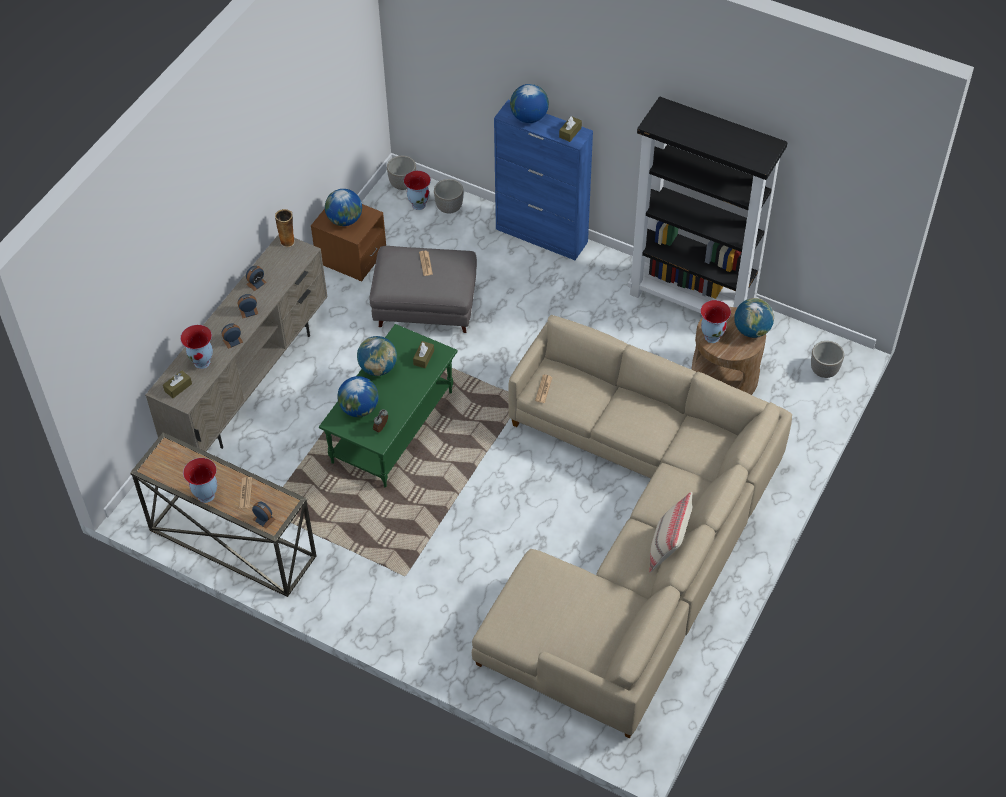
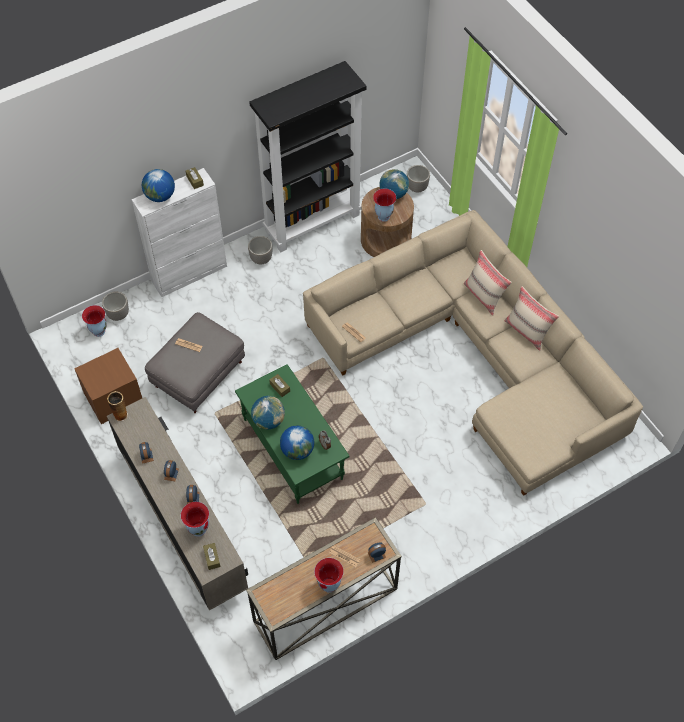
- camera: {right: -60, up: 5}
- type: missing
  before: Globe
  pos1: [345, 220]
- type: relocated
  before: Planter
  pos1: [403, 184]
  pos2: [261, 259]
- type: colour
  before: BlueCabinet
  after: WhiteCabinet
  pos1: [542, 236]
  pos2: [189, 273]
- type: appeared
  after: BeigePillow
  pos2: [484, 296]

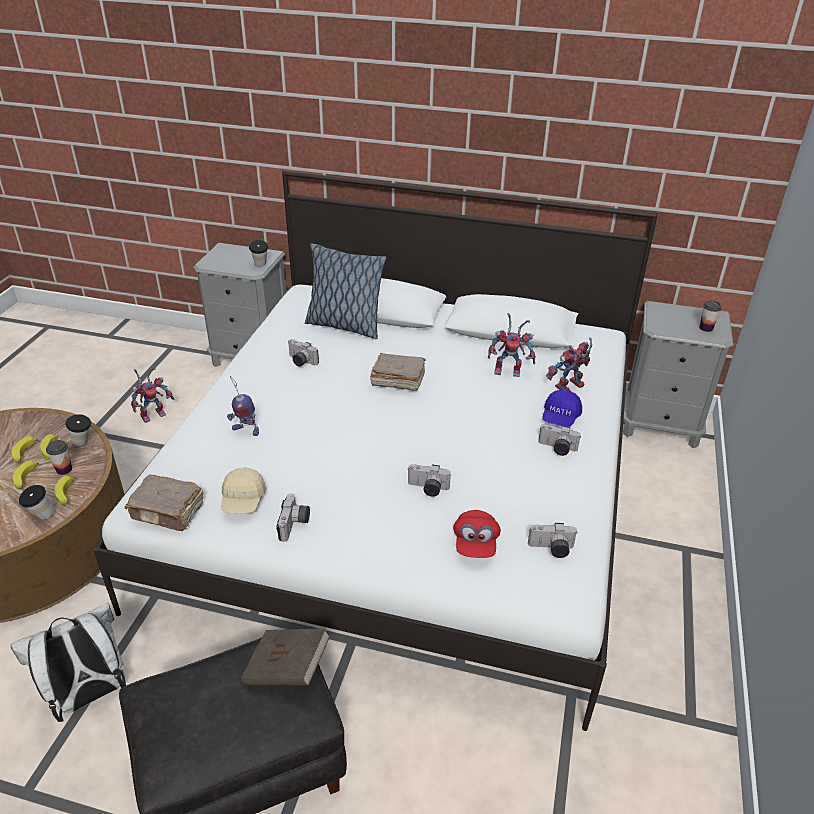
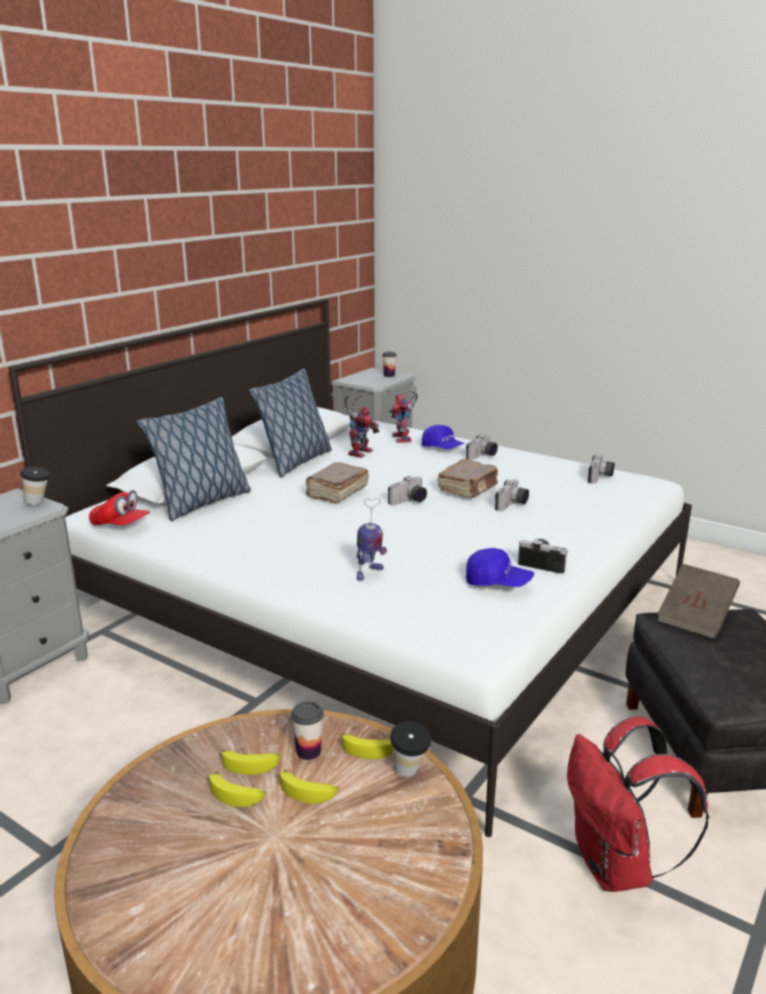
- camera: {right: -70, up: -15}
- type: colour
  before: WhiteBackpack
  after: RedBackpack
  pos1: [90, 695]
  pos2: [617, 867]
- type: missing
  before: Cup
  pos1: [84, 443]
- type: relocated
  before: BrownBook
  pos1: [168, 512]
  pos2: [468, 489]
- type: missing
  before: ToyRobot
  pos1: [154, 413]
- type: colour
  before: BeigeCap
  after: BlueCap
  pos1: [243, 500]
  pos2: [498, 582]
- type: relocated
  before: PhotoCamera
  pos1: [300, 361]
  pos2: [409, 501]
- type: relocated
  before: RedCap
  pos1: [475, 544]
  pos2: [121, 525]
- type: appeared
  after: Pillow
  pos2: [295, 462]

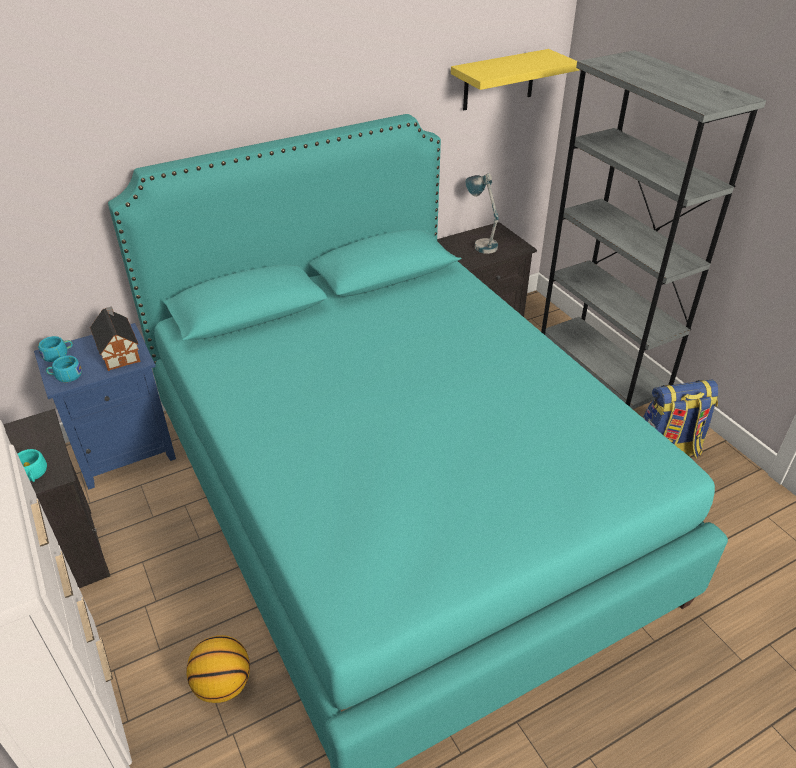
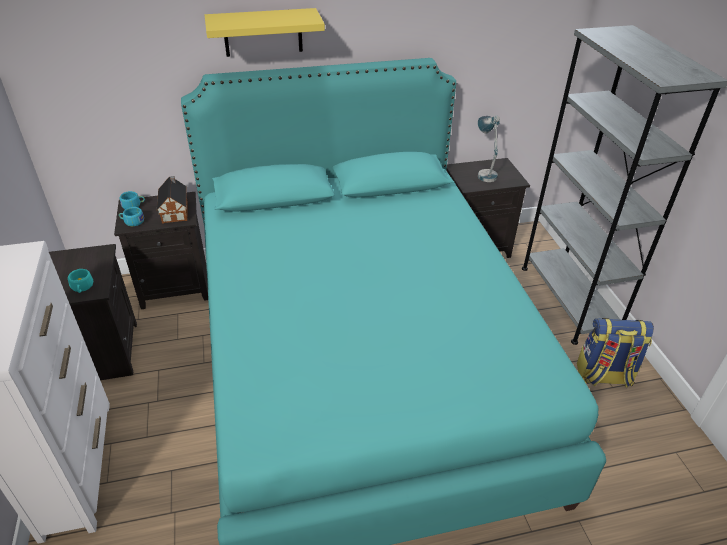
- camera: {right: 15, up: 0}
- type: colour
  before: BlueNightstand
  after: BlackNightstand
  pos1: [126, 451]
  pos2: [176, 286]
- type: missing
  before: Basketball
  pos1: [222, 684]
- type: relocated
  before: YellowShelf
  pos1: [499, 80]
  pos2: [263, 32]

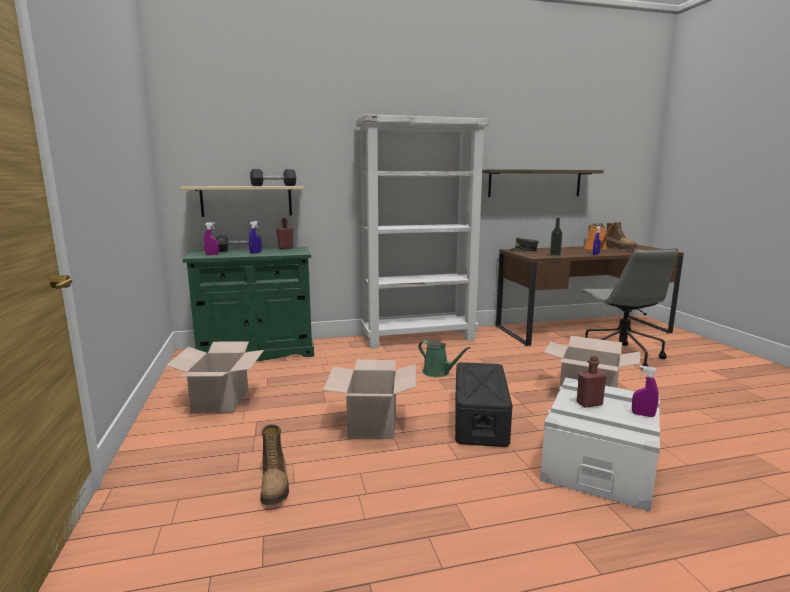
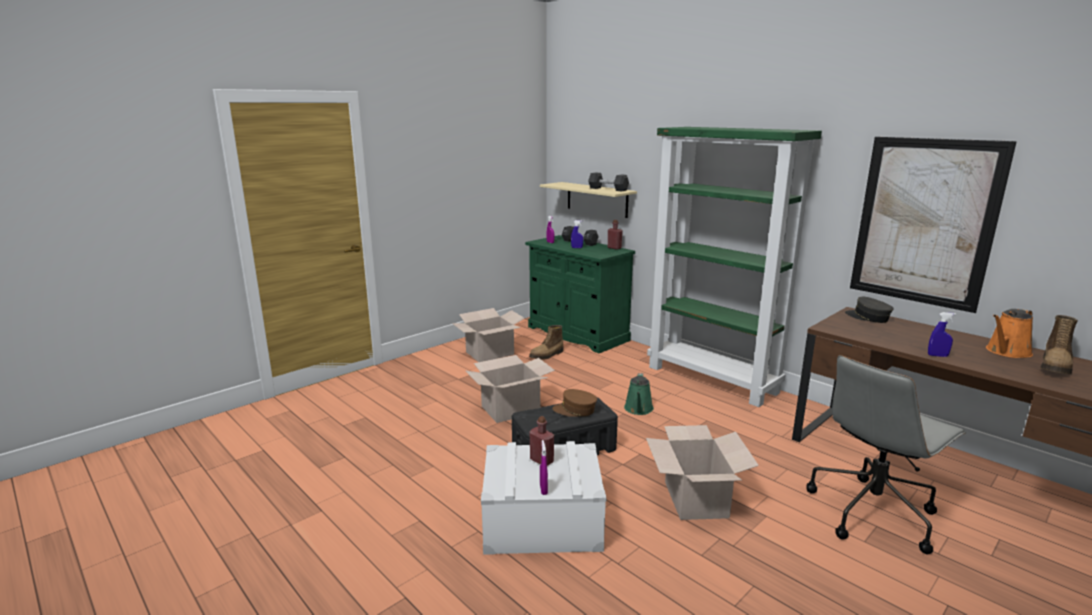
- camera: {right: 60, up: 5}
- type: relocated
  before: Boot
  pos1: [275, 485]
  pos2: [547, 355]
- type: colour
  before: WhiteBookcase
  after: GreenBookcase
  pos1: [419, 338]
  pos2: [713, 379]
- type: exchanged
  before: Shelf
  after: Picture
  pos1: [535, 183]
  pos2: [924, 222]
- type: missing
  before: Bottle
  pos1: [555, 256]
- type: appeared
  after: BrownCap
  pos2: [575, 410]

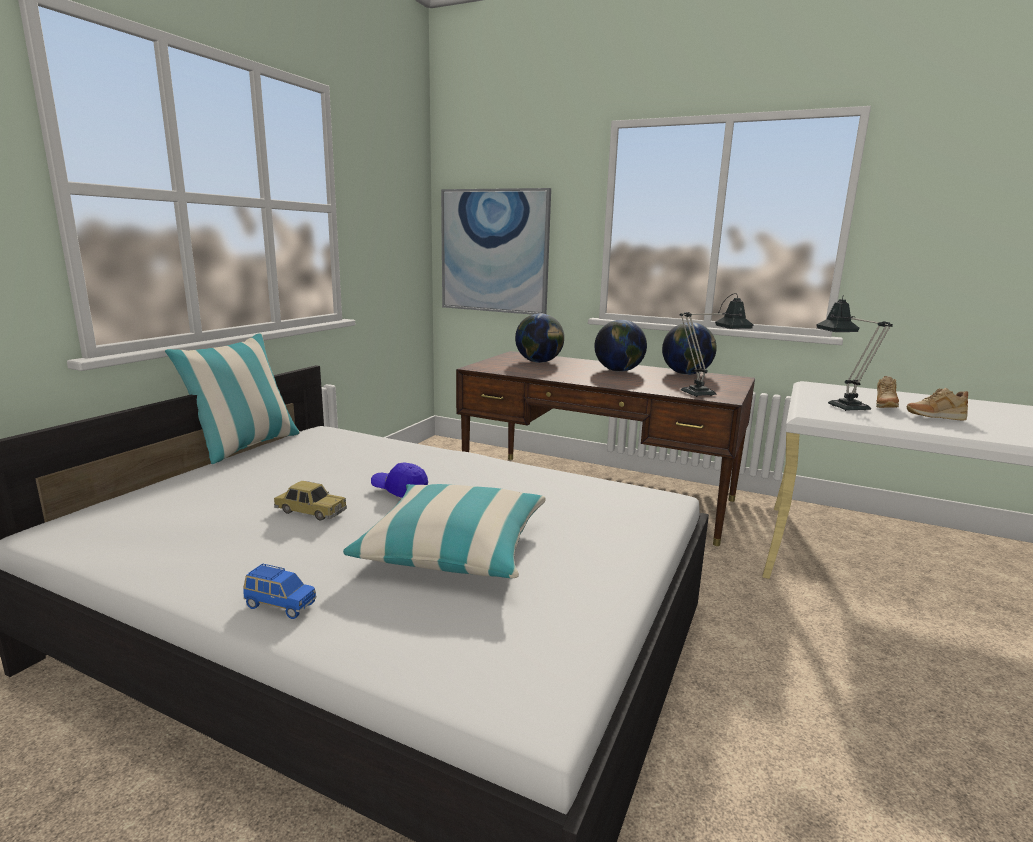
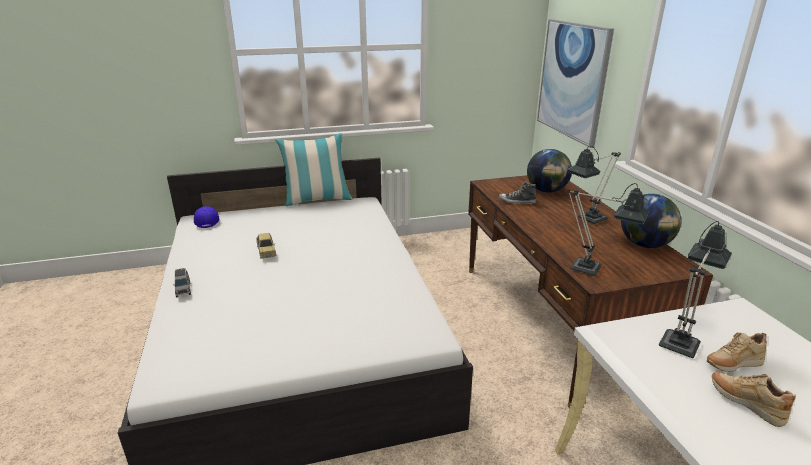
- camera: {right: 50, up: 10}
- type: colour
  before: BlueToyCar
  after: GreyToyCar
  pos1: [280, 605]
  pos2: [183, 289]
- type: missing
  before: Pillow
  pos1: [454, 548]
- type: relocated
  before: BlueCap
  pos1: [400, 491]
  pos2: [207, 221]
- type: exchanged
  before: Globe
  after: TableLamp
  pos1: [618, 371]
  pos2: [588, 220]
- type: appeared
  after: Shoe
  pos2: [517, 202]

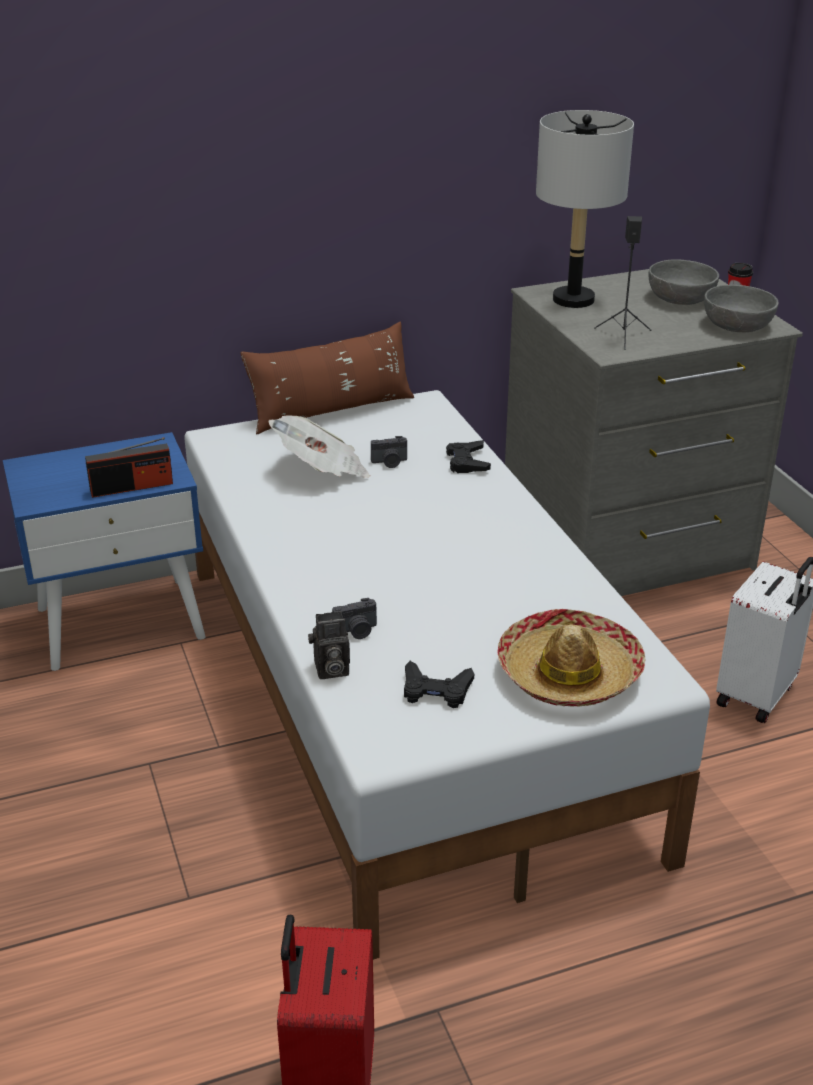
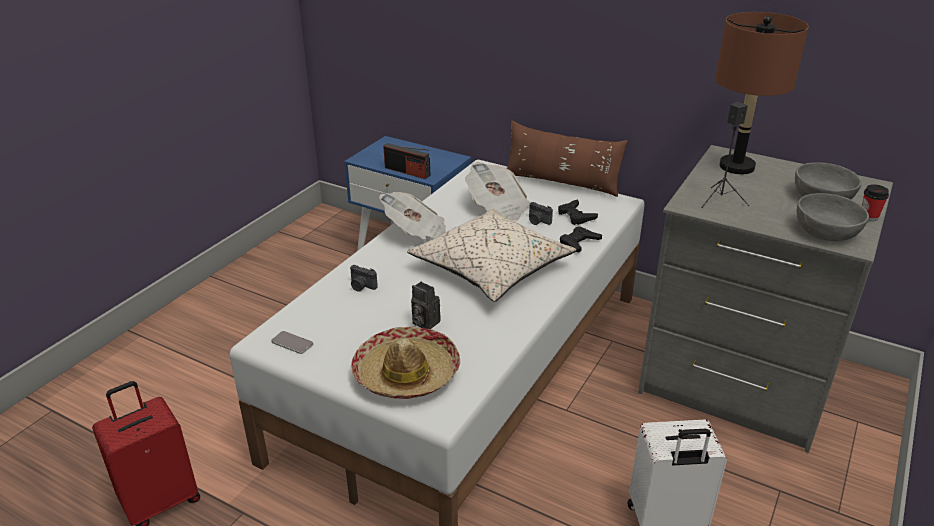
- camera: {right: 50, up: 0}
- type: relocated
  before: PhotoCamera
  pos1: [330, 670]
  pos2: [424, 322]
- type: relocated
  before: BlackGameController
  pos1: [436, 690]
  pos2: [575, 216]
- type: colour
  before: GreyTableLamp
  after: BrownTableLamp
  pos1: [574, 300]
  pos2: [737, 167]
- type: appeared
  after: Phone
  pos2: [292, 343]
- type: appeared
  after: Newspaper
  pos2: [417, 233]
- type: appeared
  after: BeigePillow
  pos2: [492, 268]

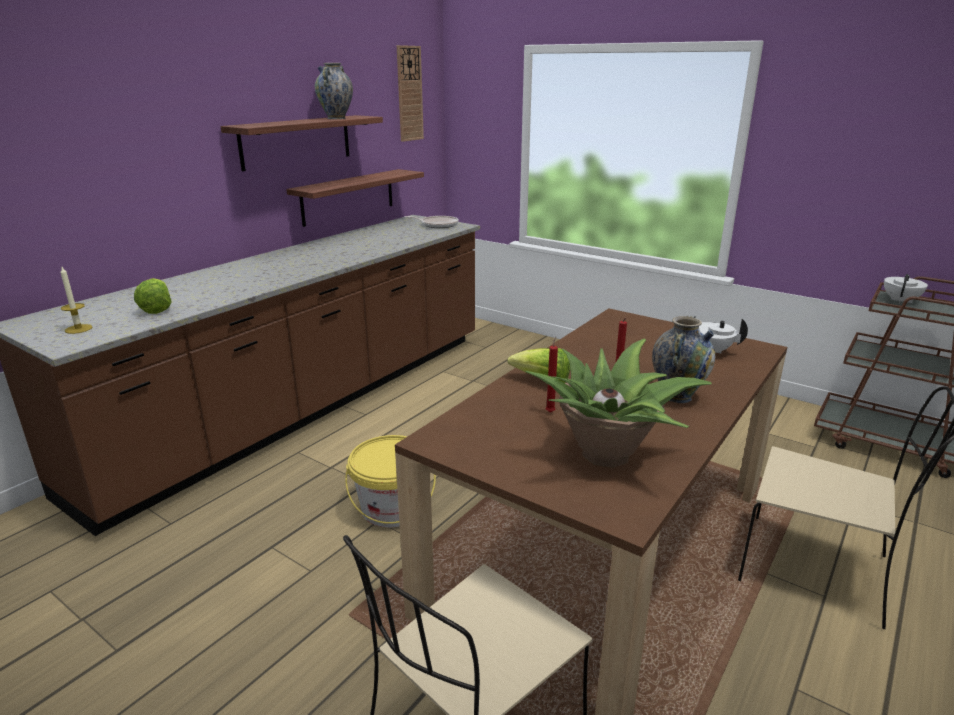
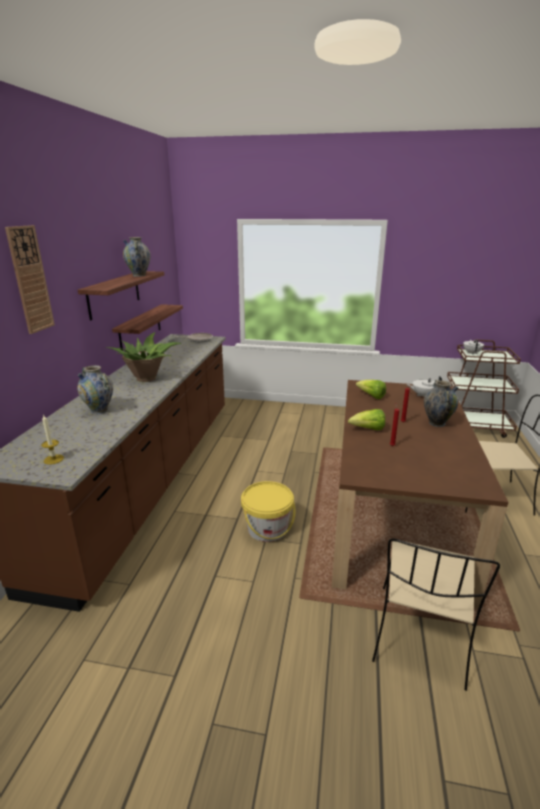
- camera: {right: -25, up: 0}
- type: relocated
  before: Lettuce
  pos1: [156, 308]
  pos2: [371, 396]
- type: relocated
  before: WallClock
  pos1: [409, 94]
  pos2: [30, 280]
- type: relocated
  before: PottedPlant
  pos1: [608, 454]
  pos2: [147, 378]
- type: appeared
  after: Vase
  pos2: [99, 410]

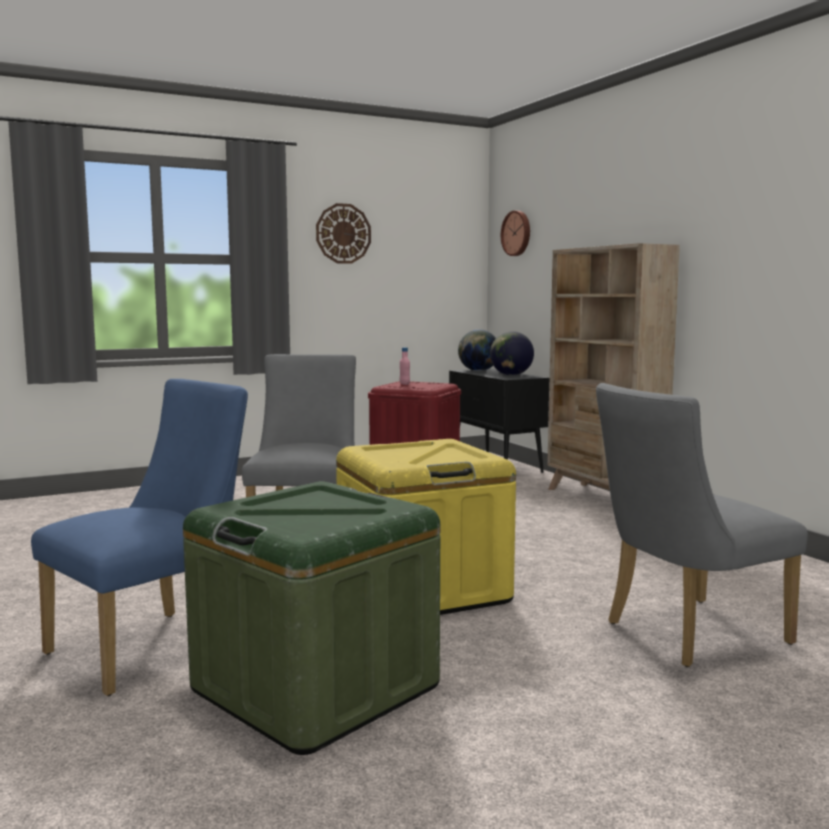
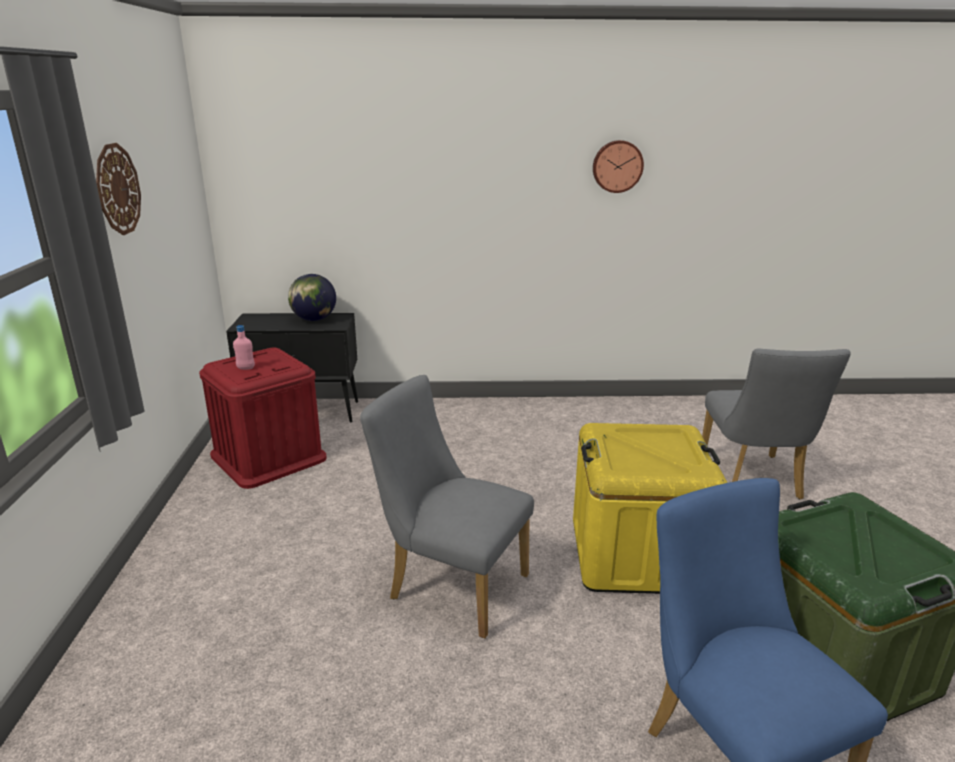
- camera: {right: -65, up: 15}
- type: missing
  before: Globe
  pos1: [478, 371]
- type: relocated
  before: WallClock
  pos1: [517, 233]
  pos2: [617, 166]
- type: missing
  before: BeigeBookcase
  pos1: [603, 499]

